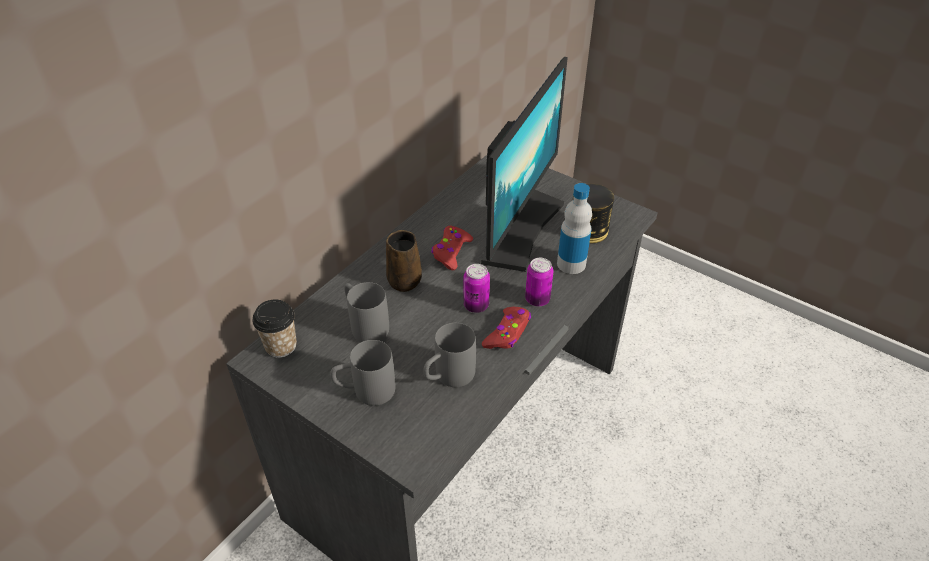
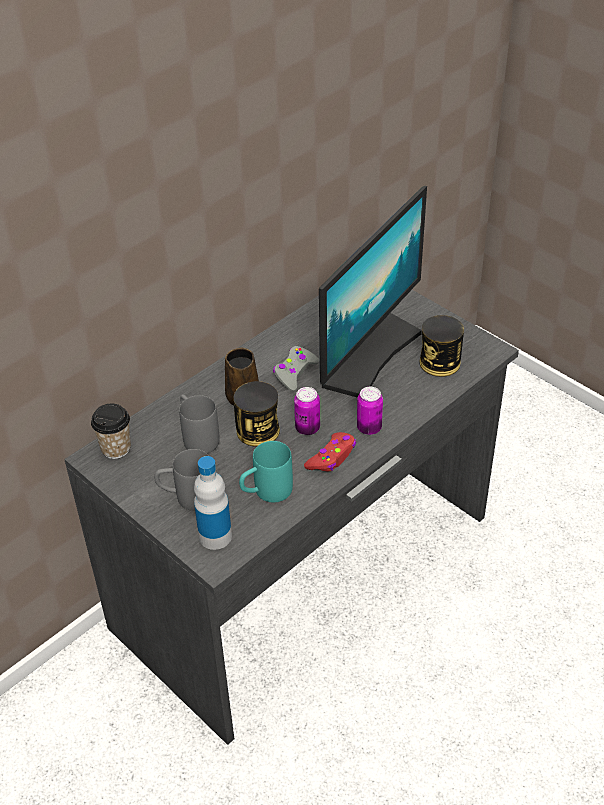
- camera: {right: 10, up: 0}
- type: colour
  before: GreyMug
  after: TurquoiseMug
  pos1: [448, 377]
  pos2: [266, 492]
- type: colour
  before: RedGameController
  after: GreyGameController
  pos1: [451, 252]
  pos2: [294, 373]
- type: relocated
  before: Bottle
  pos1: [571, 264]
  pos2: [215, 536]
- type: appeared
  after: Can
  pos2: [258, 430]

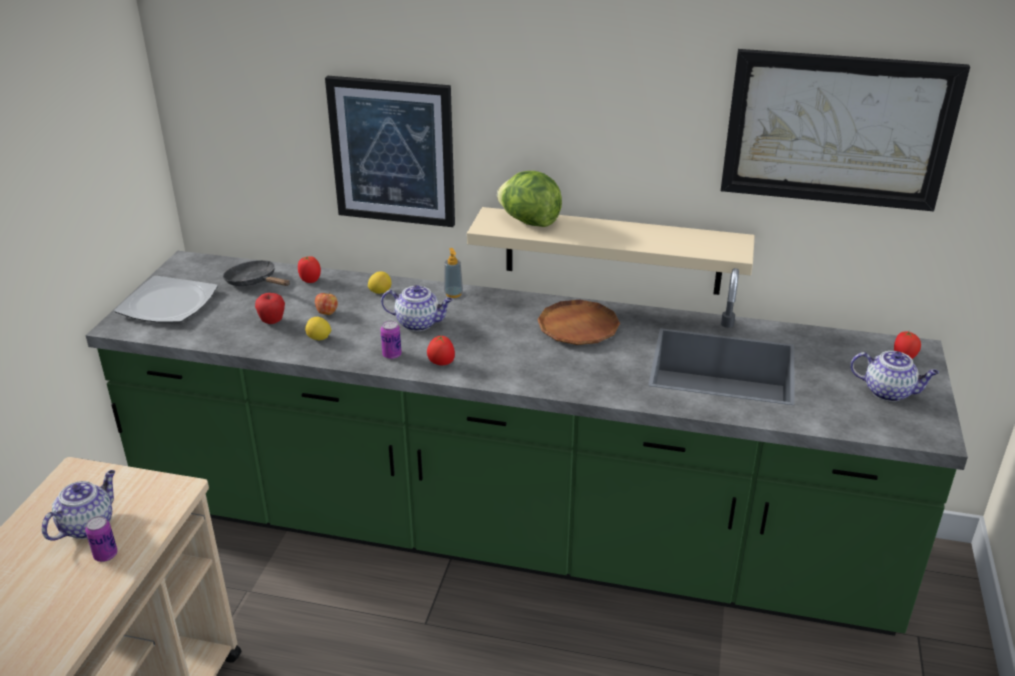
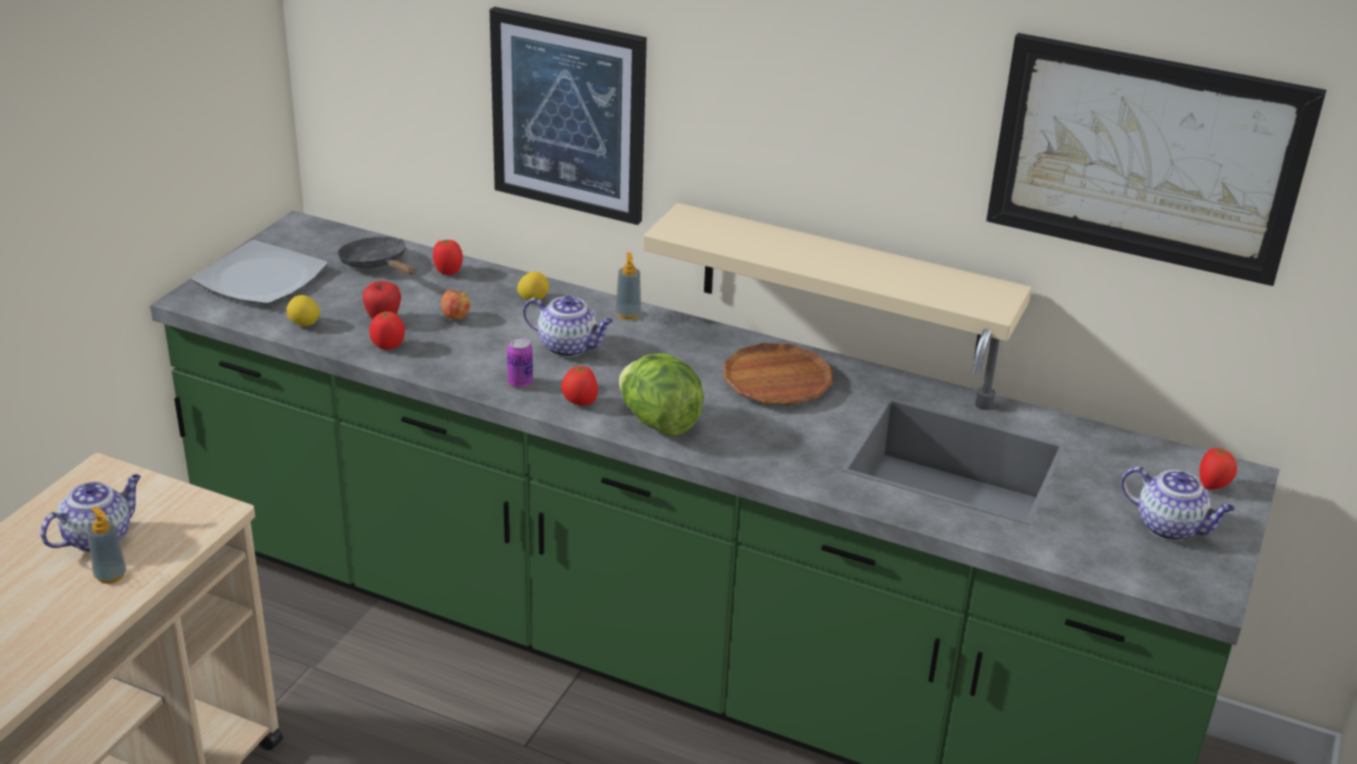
- camera: {right: 10, up: 0}
- type: exchanged
  before: Can
  after: SoapDispenser
  pos1: [106, 555]
  pos2: [110, 575]
- type: relocated
  before: Lemon
  pos1: [319, 338]
  pos2: [304, 324]
- type: relocated
  before: Lettuce
  pos1: [529, 222]
  pos2: [658, 422]
- type: appeared
  after: Tomato
  pos2: [388, 346]

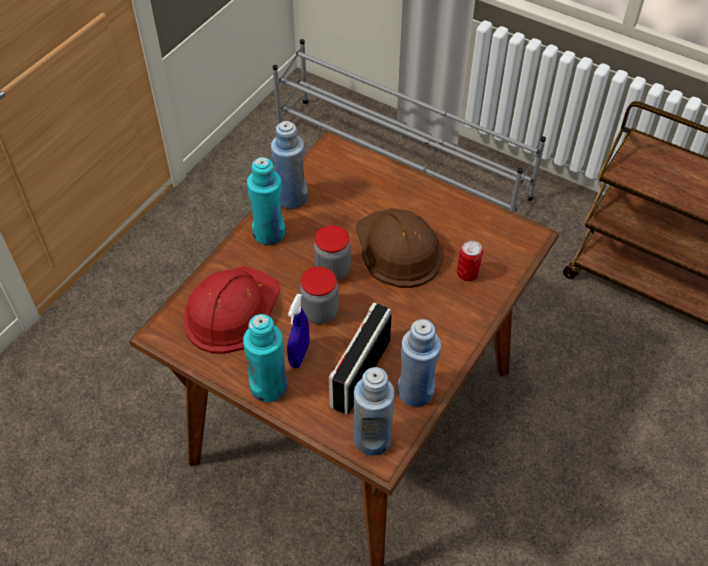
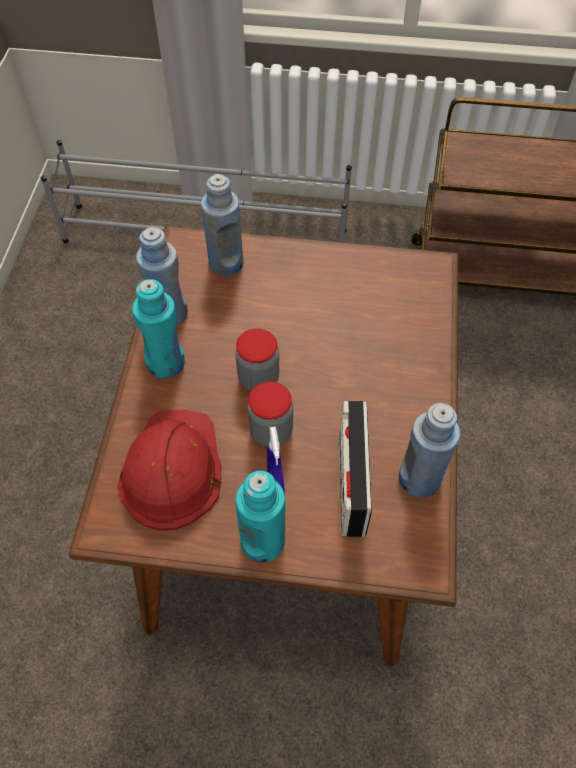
- camera: {right: -25, up: 5}
- type: relocated
  before: BlueBottle
  pos1: [372, 439]
  pos2: [226, 263]
- type: missing
  before: BrownHardHat
  pos1: [397, 249]
- type: missing
  before: Can
  pos1: [467, 274]

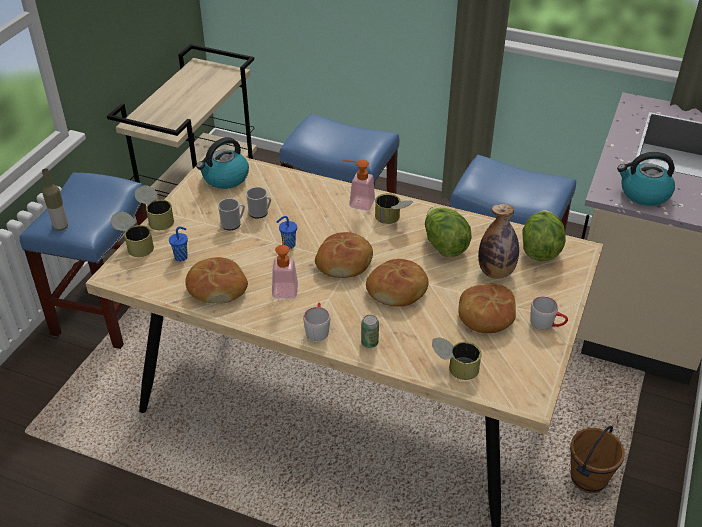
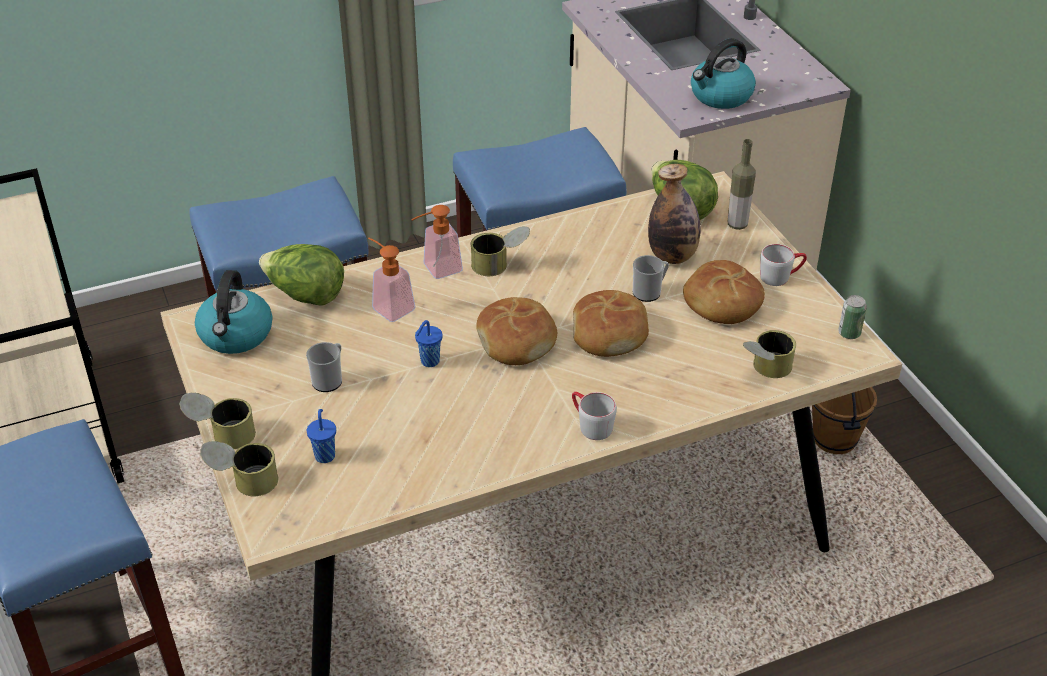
- camera: {right: -45, up: 0}
- type: relocated
  before: Bottle
  pos1: [61, 227]
  pos2: [737, 224]
- type: missing
  before: Bread
  pos1: [217, 287]
- type: relocated
  before: Mug
  pos1: [260, 213]
  pos2: [649, 292]
- type: relocated
  before: SoapDispenser
  pos1: [285, 287]
  pos2: [389, 306]
- type: relocated
  before: Can
  pos1: [369, 343]
  pos2: [849, 333]
- type: relocated
  before: Lettuce
  pos1: [444, 245]
  pos2: [305, 295]

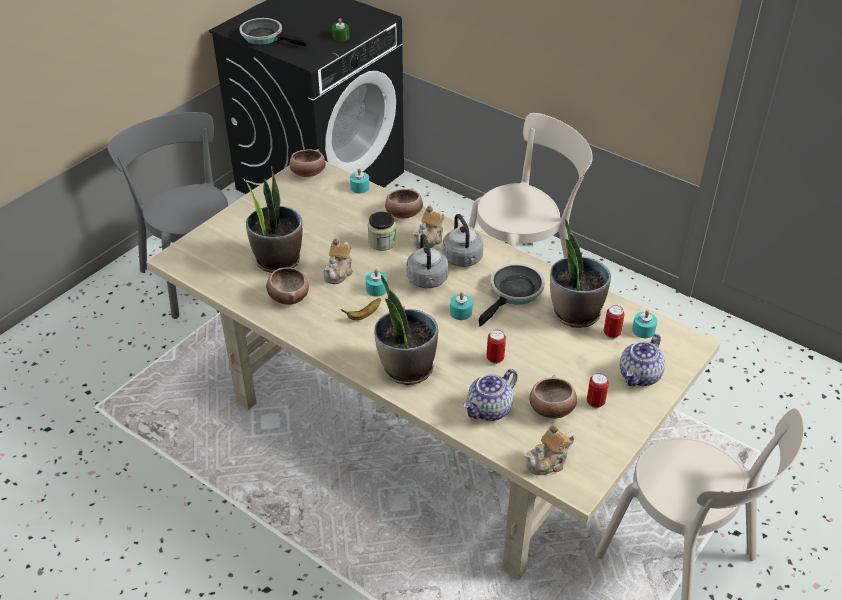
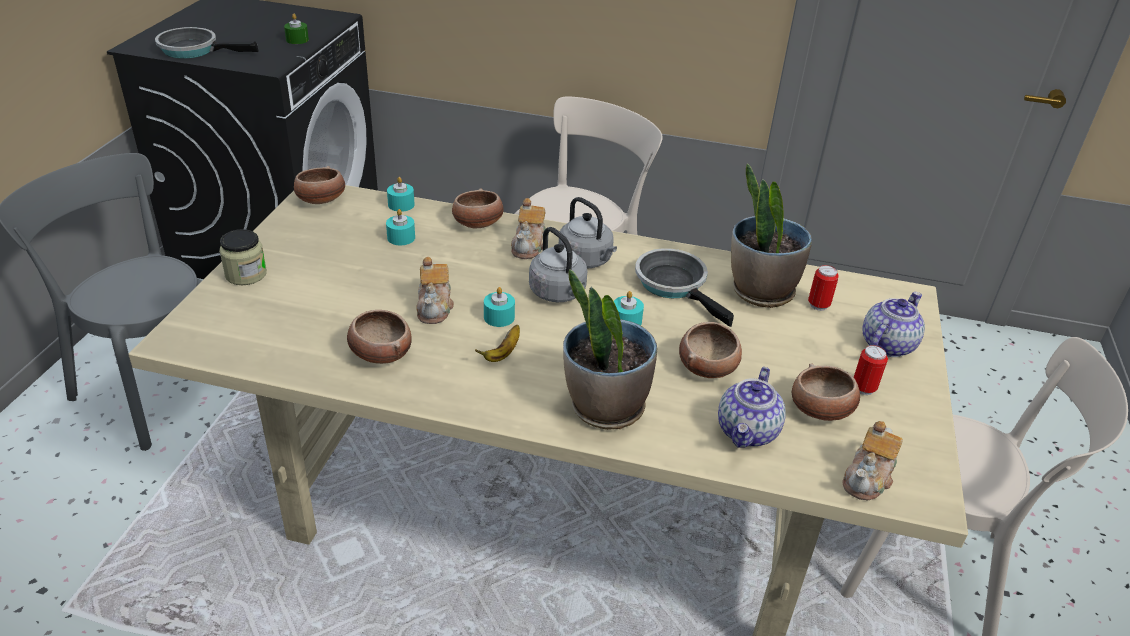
- camera: {right: -25, up: -5}
- type: missing
  before: PottedPlant
  pos1: [278, 260]
- type: relocated
  before: Jar
  pos1: [382, 242]
  pos2: [246, 274]
- type: spun
  before: FryingPan
  pos1: [514, 293]
  pos2: [675, 285]
  turn: -45
- type: exchanged
  before: Can
  after: Bowl
  pos1: [495, 359]
  pos2: [708, 366]
- type: spun
  before: Teapot
  pos1: [640, 376]
  pos2: [886, 344]
  turn: -150
- type: relocated
  before: TurquoiseCandle
  pos1: [643, 330]
  pos2: [401, 238]

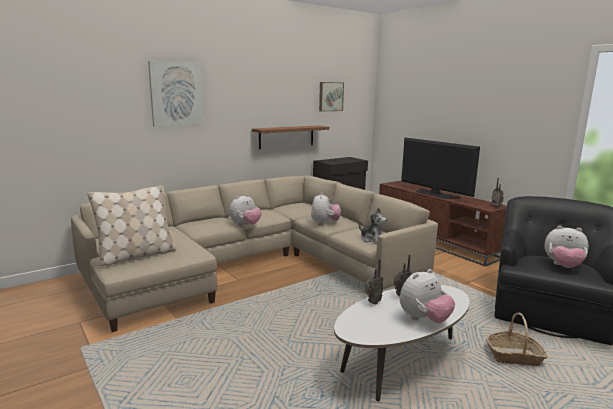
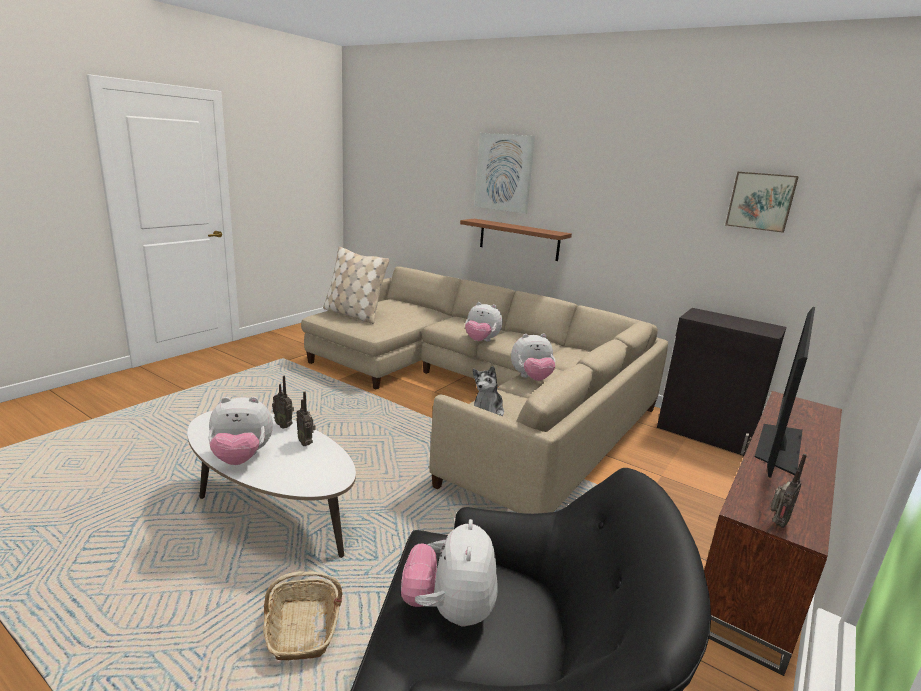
- camera: {right: 70, up: 5}
- type: relocated
  before: BrownShelf
  pos1: [286, 137]
  pos2: [519, 239]
- type: spun
  before: PlushToy
  pos1: [424, 319]
  pos2: [241, 458]
  turn: -45

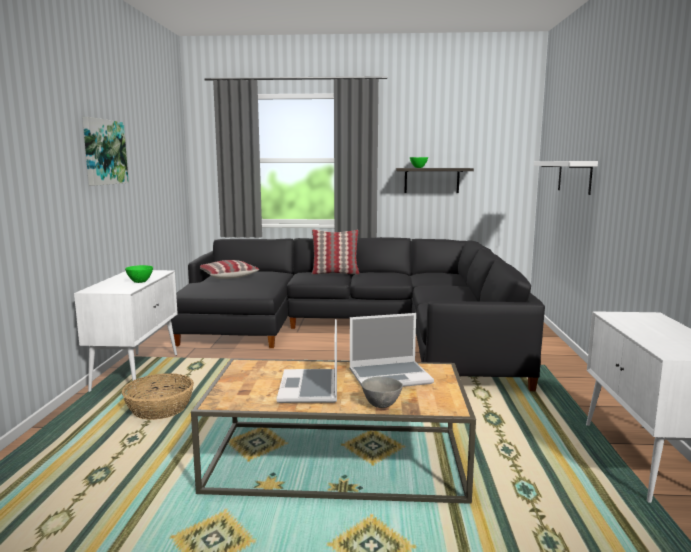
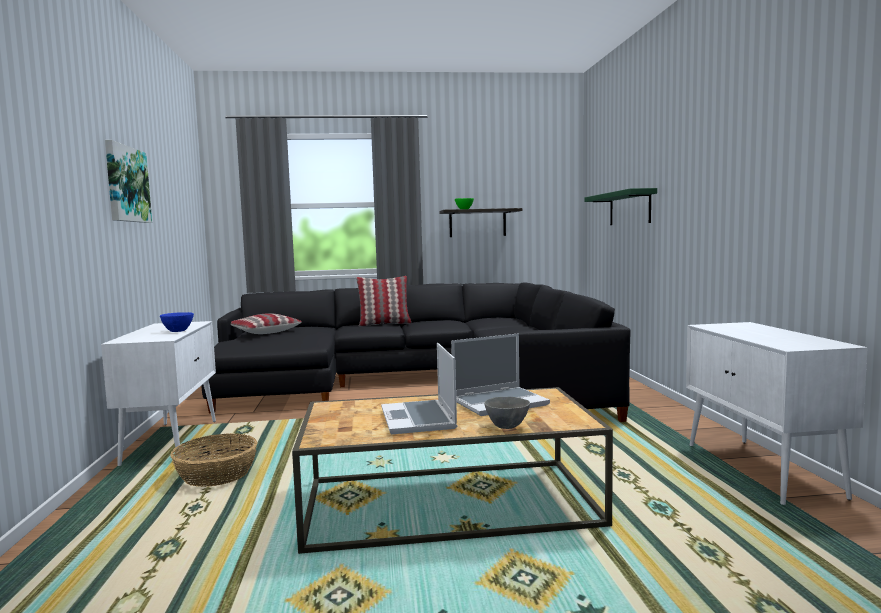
- camera: {right: -10, up: -5}
- type: colour
  before: GreenBowl
  after: BlueBowl
  pos1: [140, 282]
  pos2: [178, 331]
- type: colour
  before: WhiteShelf
  after: GreenShelf
  pos1: [574, 176]
  pos2: [629, 208]

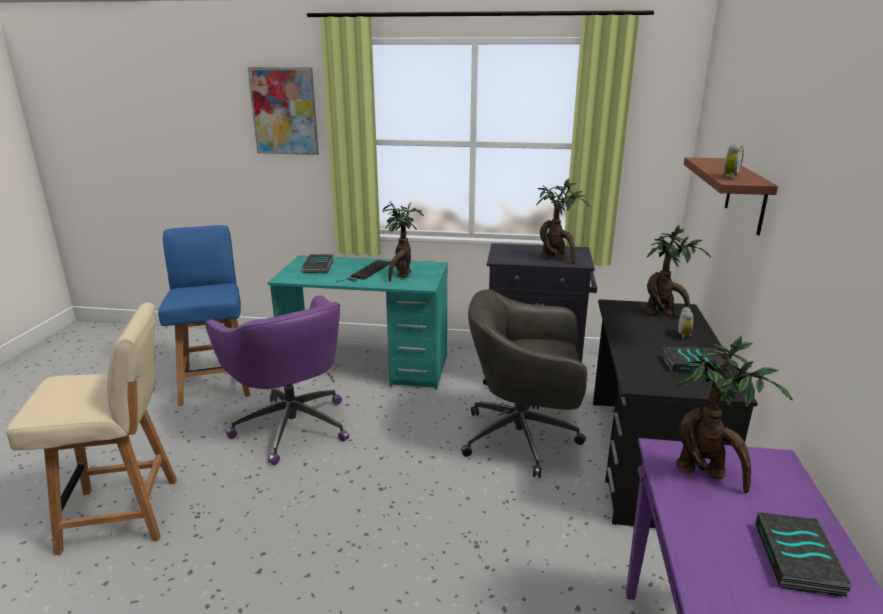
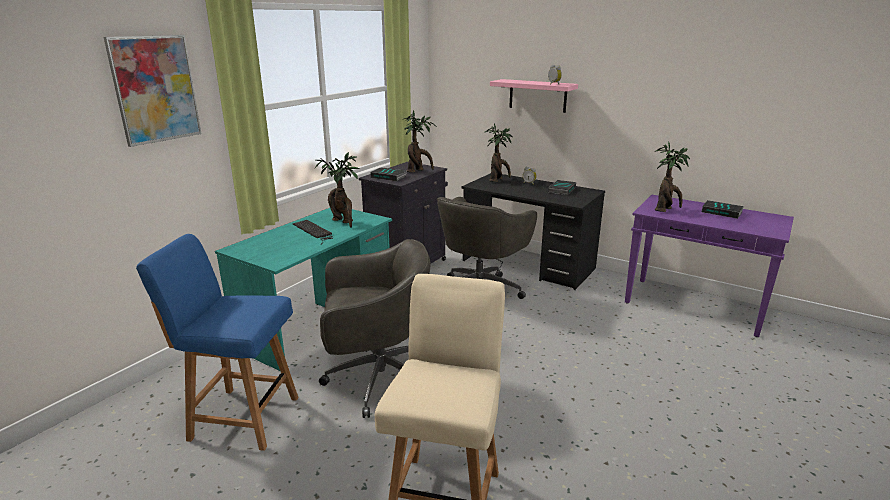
- camera: {right: -65, up: 0}
- type: colour
  before: PurpleOfficeChair
  after: GreyOfficeChair
  pos1: [291, 424]
  pos2: [377, 379]
- type: relocated
  before: Book
  pos1: [319, 267]
  pos2: [389, 177]
- type: colour
  before: BrownShelf
  after: PinkShelf
  pos1: [746, 195]
  pos2: [537, 95]

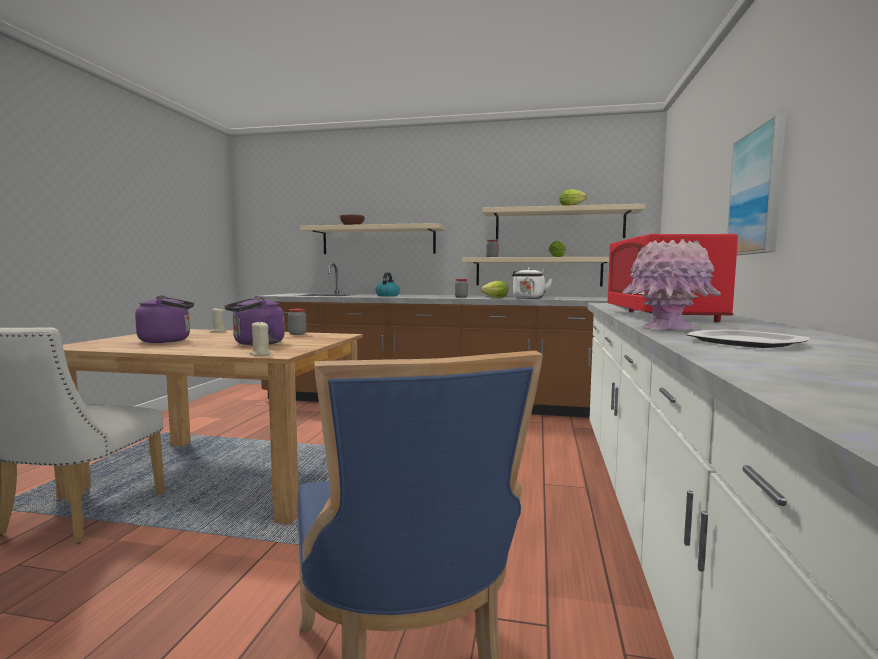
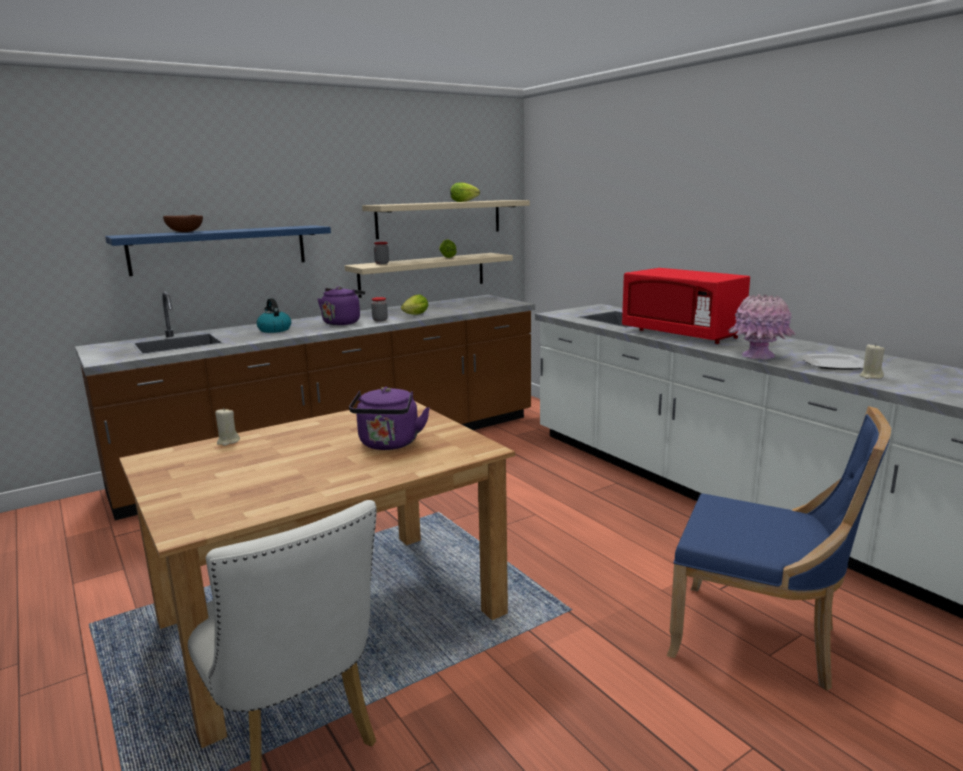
- camera: {right: -45, up: 10}
- type: relocated
  before: PurpleKettle
  pos1: [168, 341]
  pos2: [343, 322]
- type: relocated
  before: BeigeCandle
  pos1: [260, 354]
  pos2: [870, 376]
- type: missing
  before: Jar
  pos1: [297, 334]
- type: colour
  before: BeigeShelf
  after: BlueShelf
  pos1: [378, 240]
  pos2: [220, 249]
- type: missing
  before: WhiteKettle
  pos1: [528, 298]
- type: missing
  before: Picture
  pos1: [757, 192]

